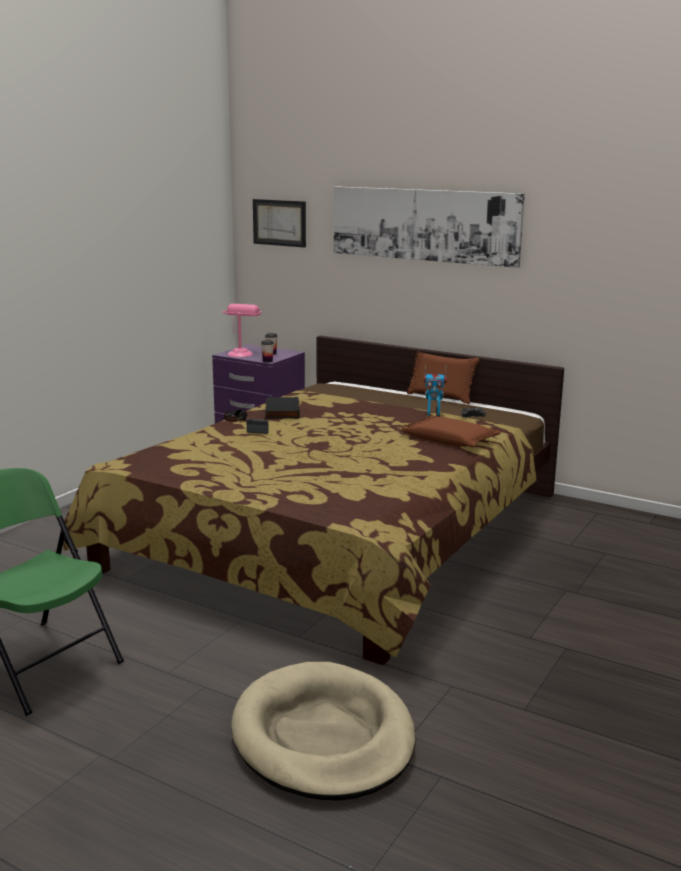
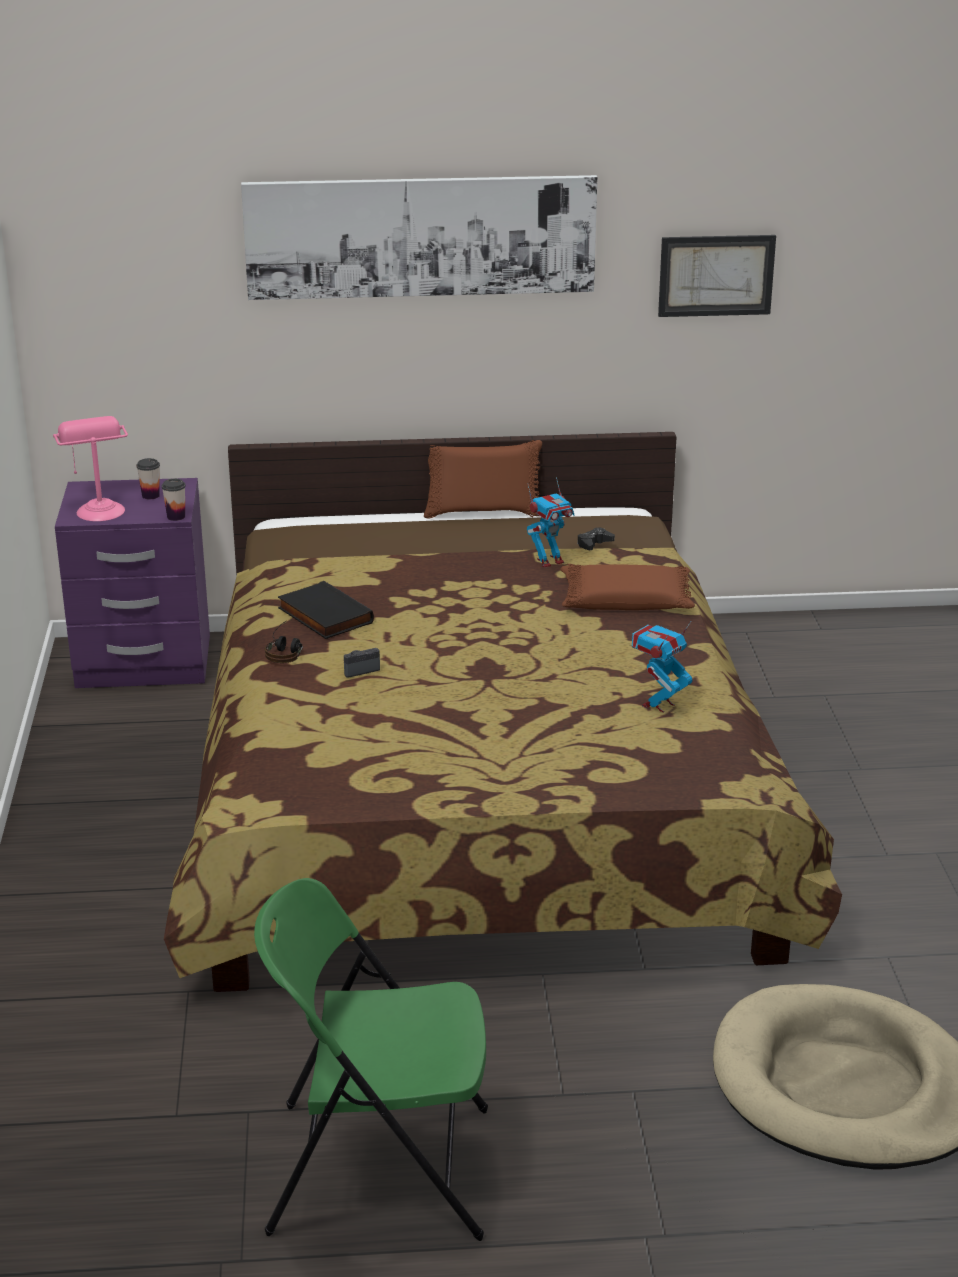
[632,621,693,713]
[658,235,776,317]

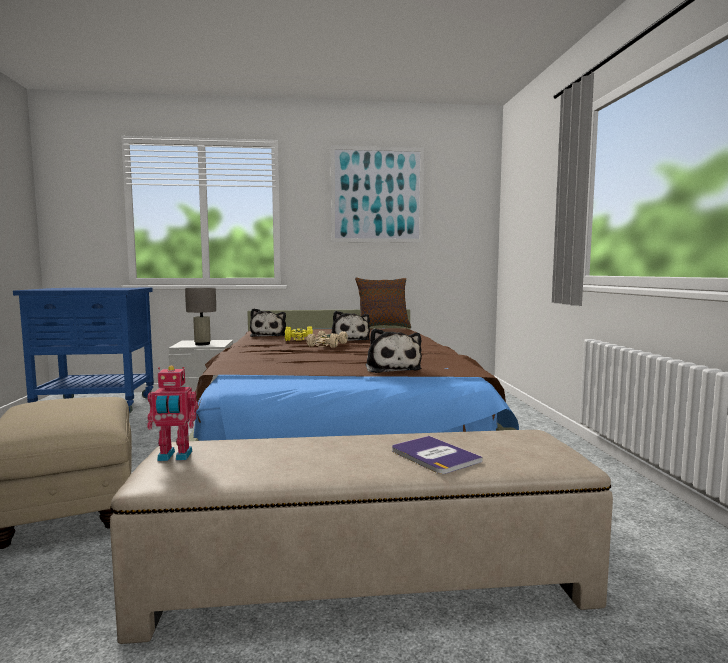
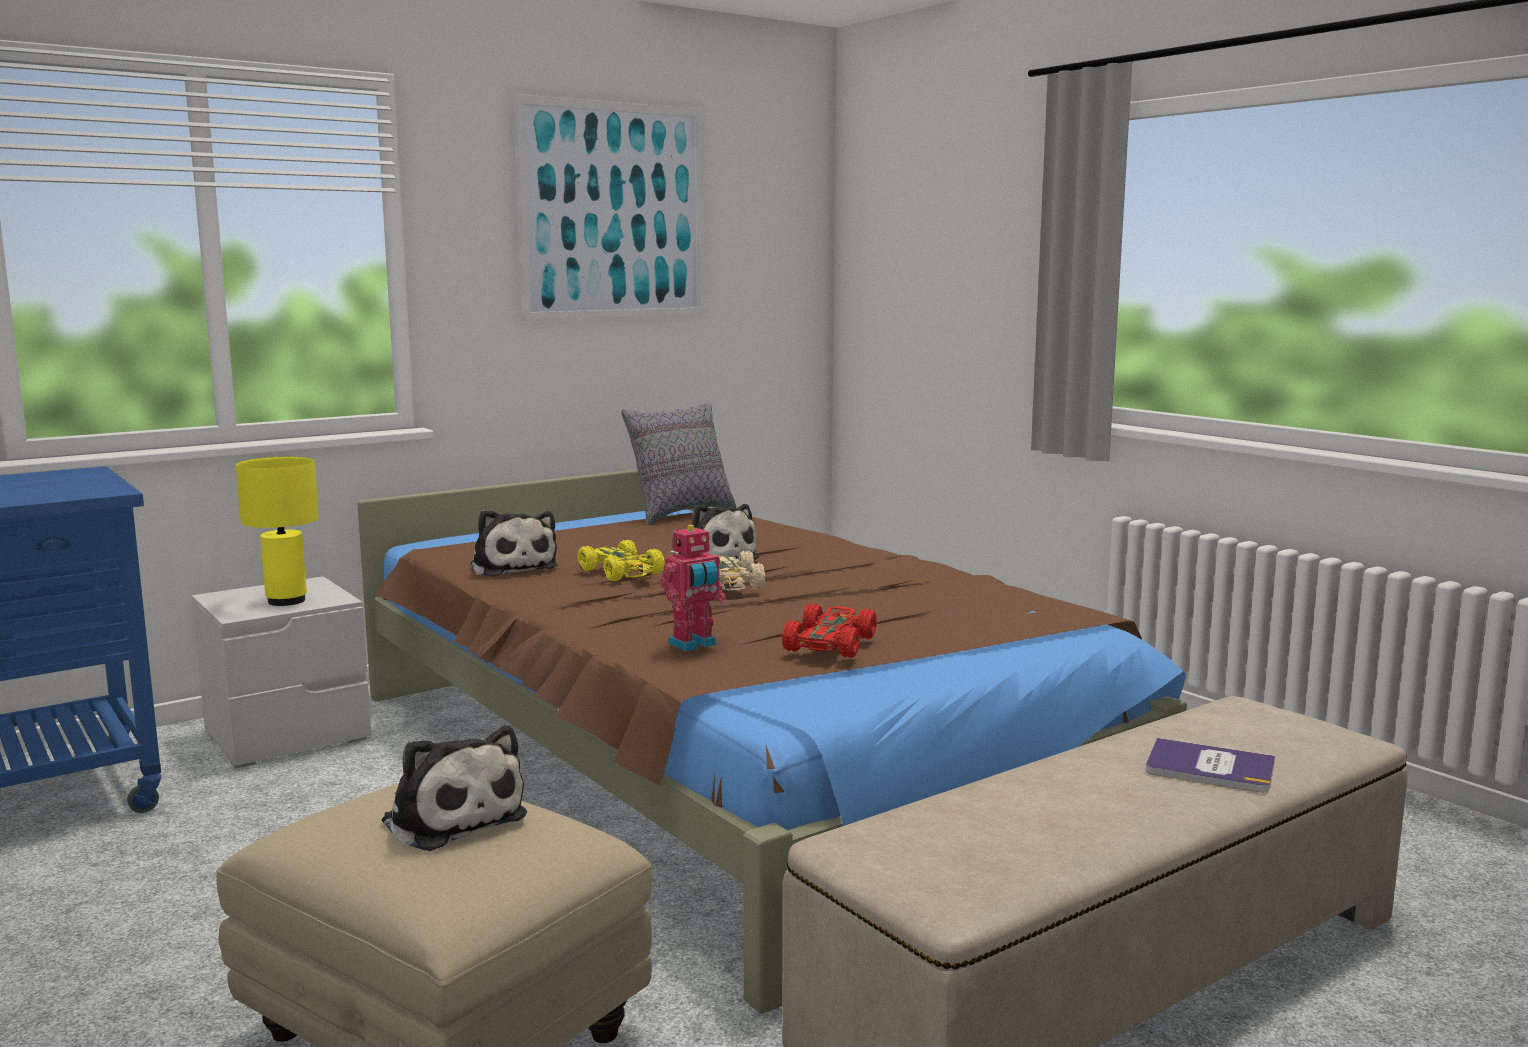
[236,457,318,606]
[382,726,527,851]
[621,402,736,525]
[660,525,726,651]
[782,604,877,658]

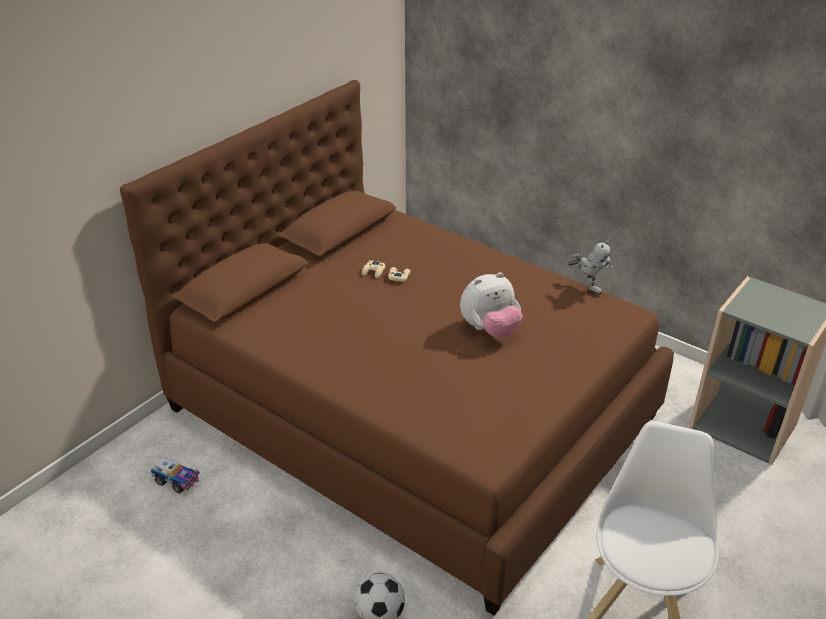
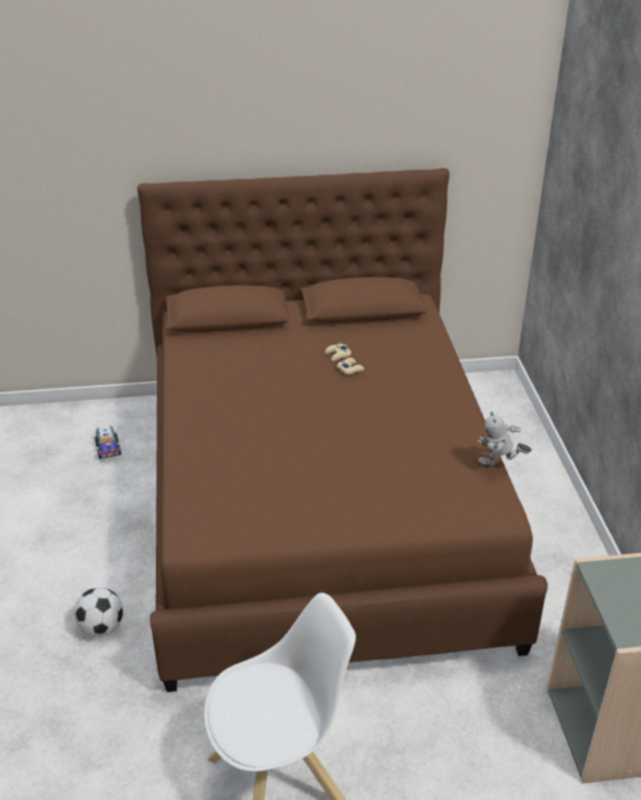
[477,411,532,467]
[460,272,523,338] (first image)

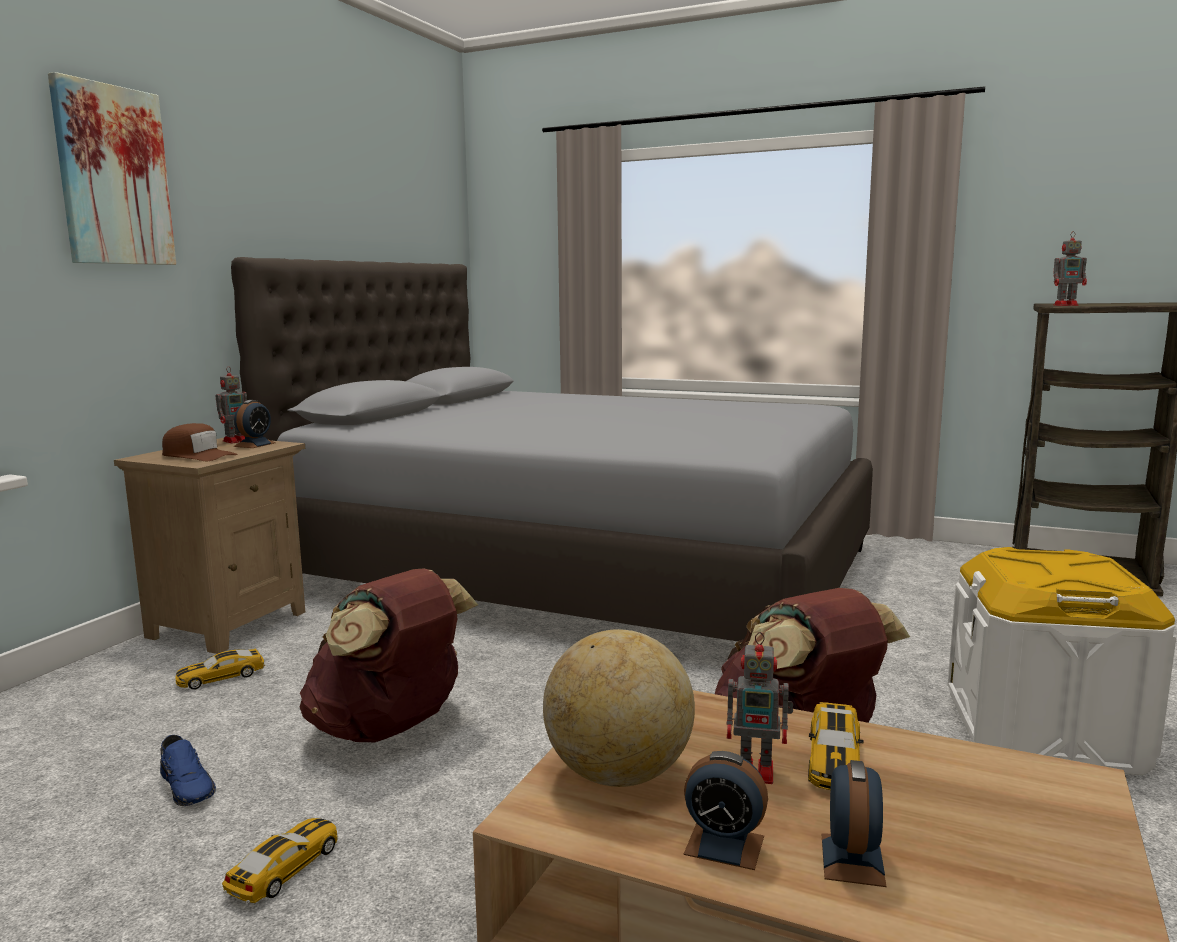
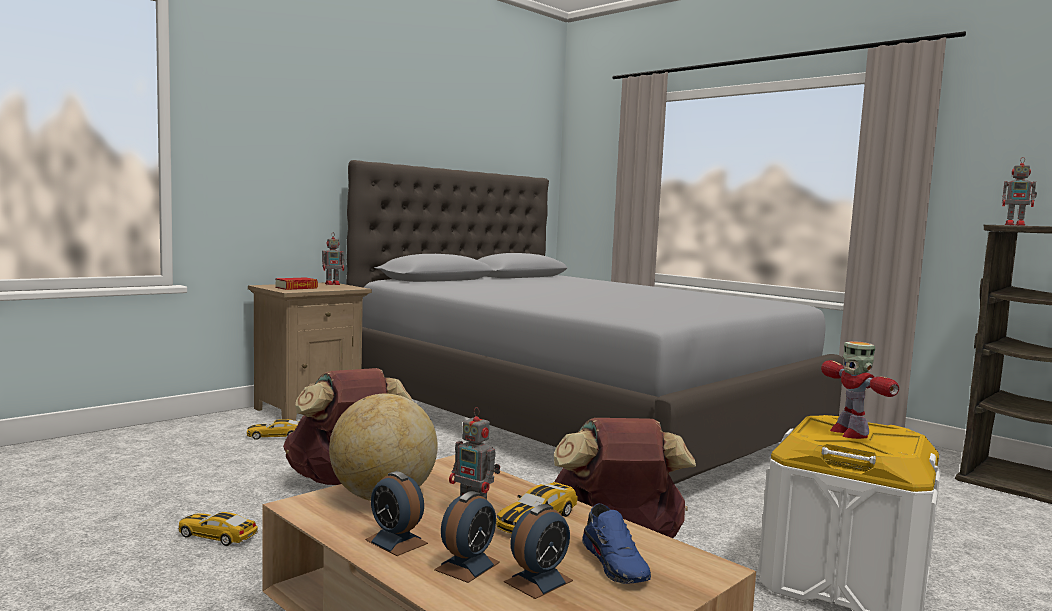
[179,512,258,546]
[275,277,318,290]
[504,504,573,599]
[582,503,651,584]
[821,341,899,439]
[48,72,176,265] (first image)

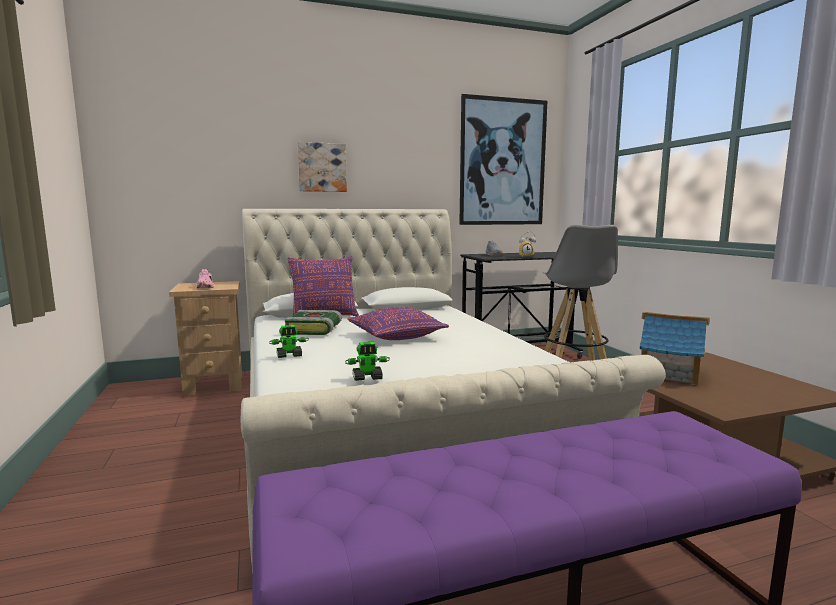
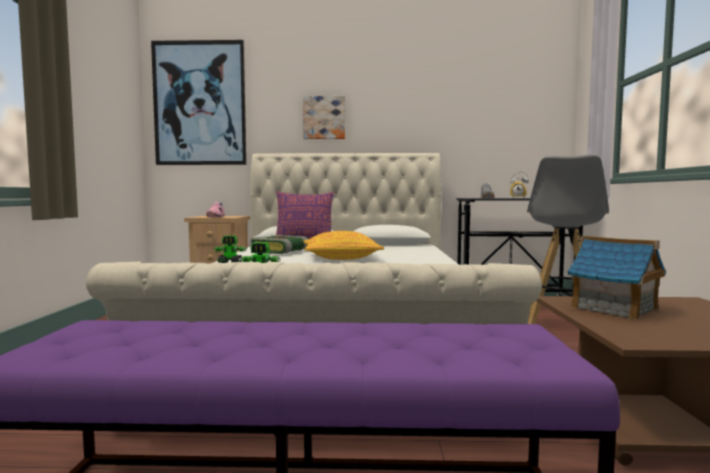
[151,40,246,165]
[304,231,384,260]

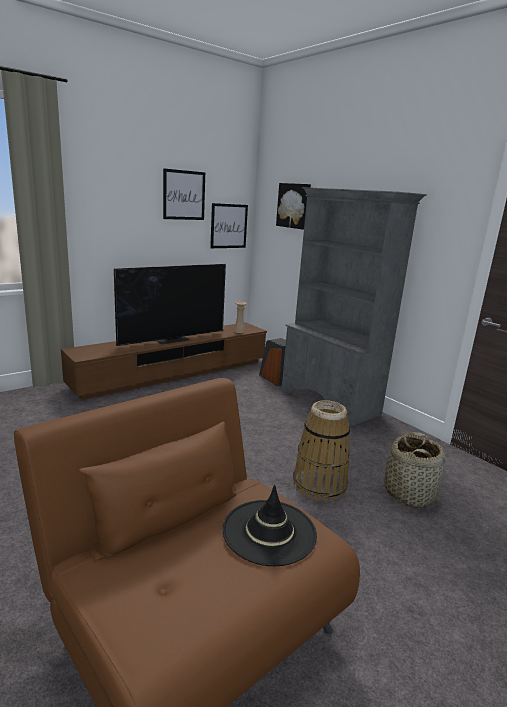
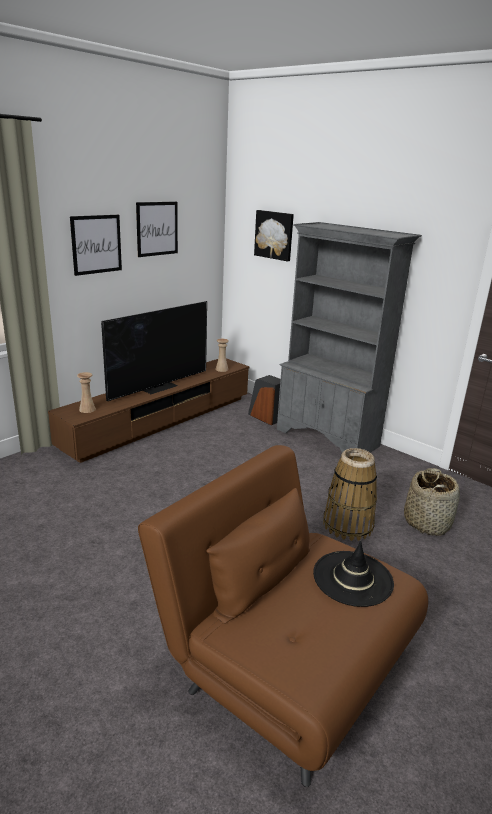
[70,215,122,276]
[77,372,96,413]

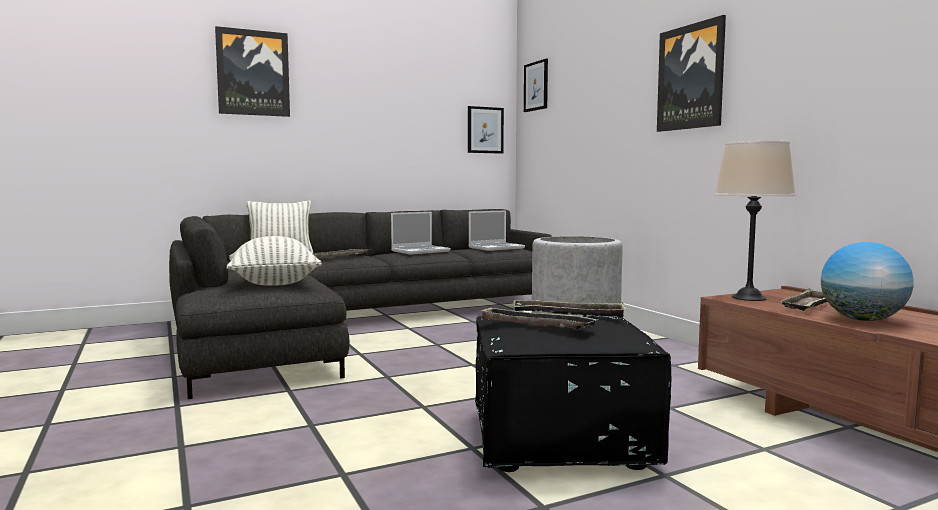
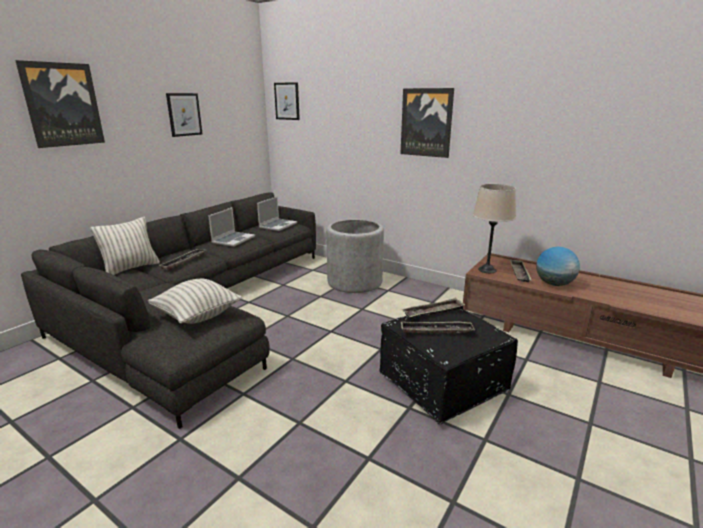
[166,93,202,137]

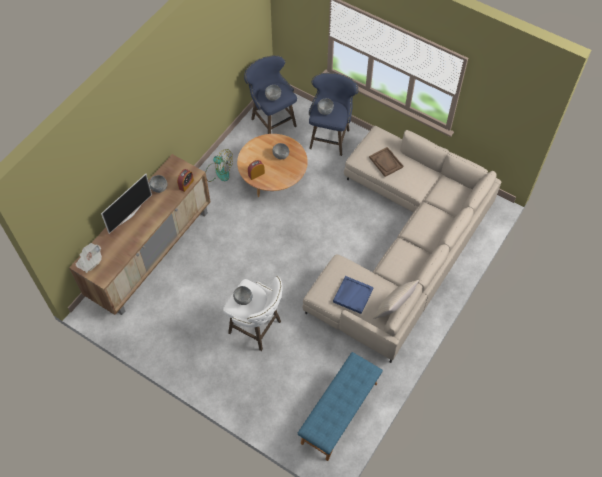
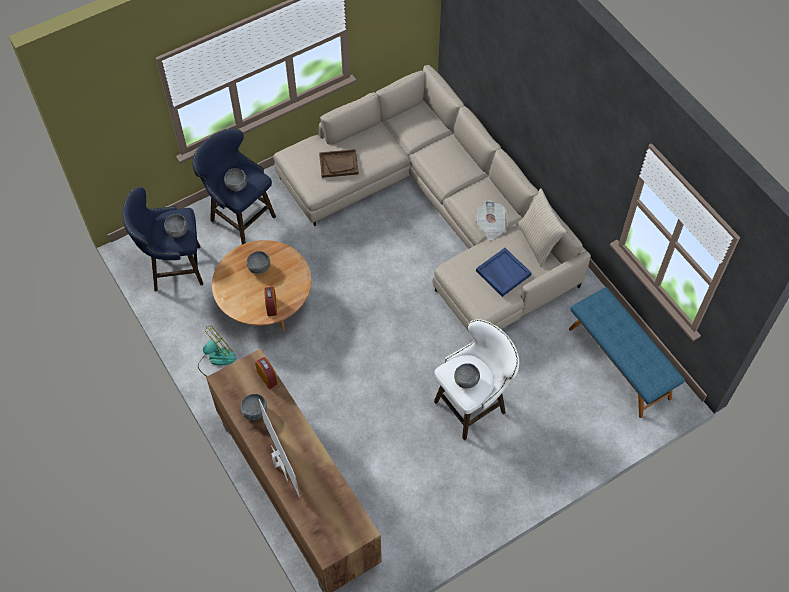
[476,200,507,240]

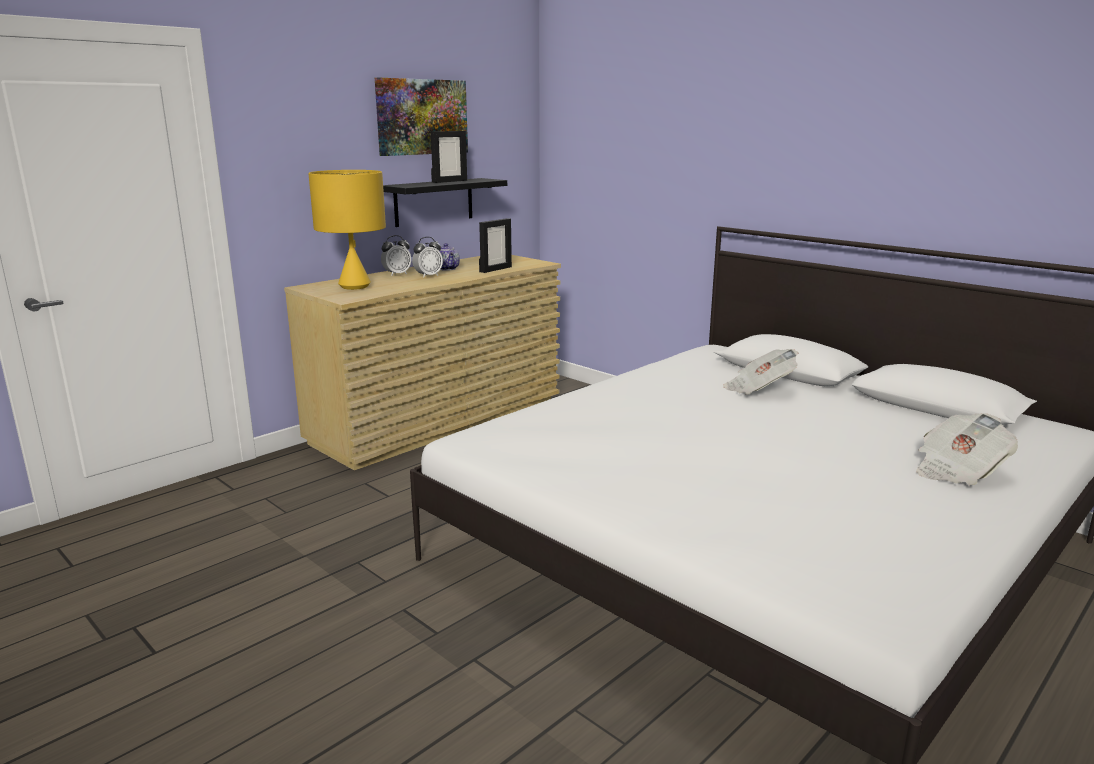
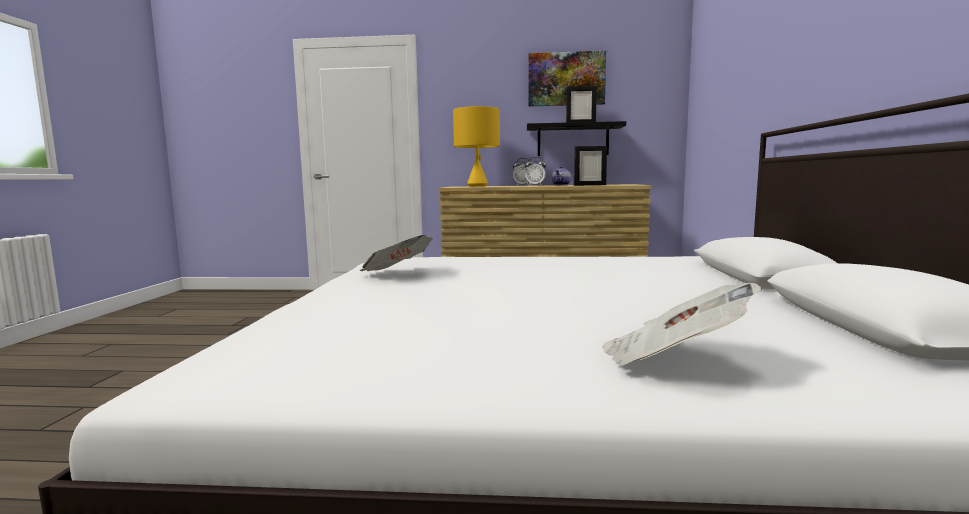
[360,235,433,271]

